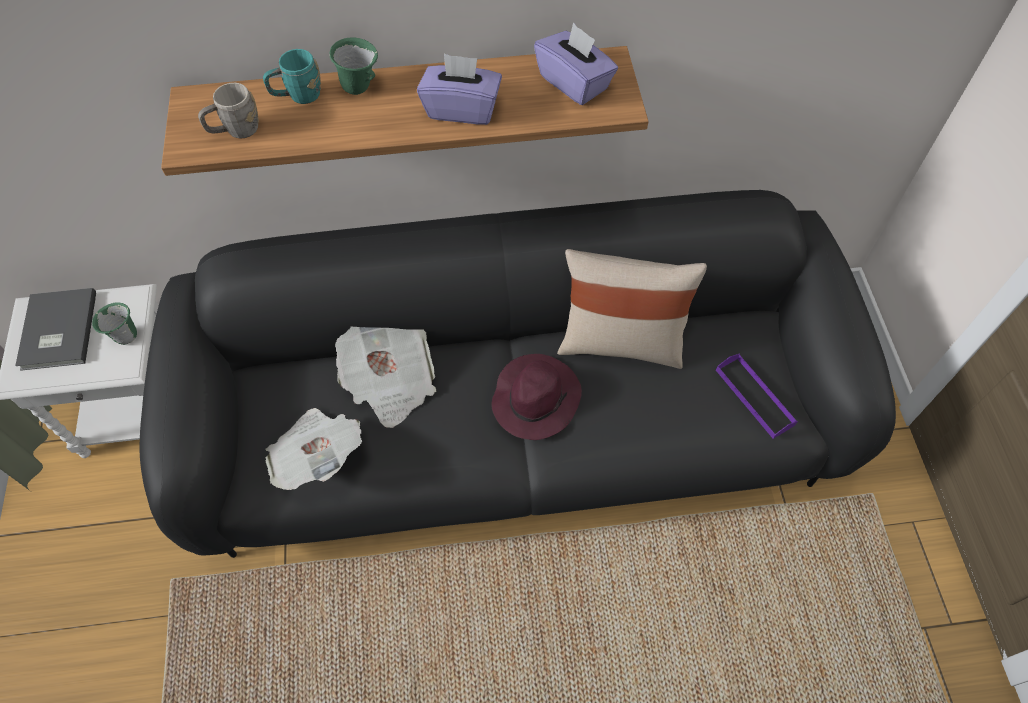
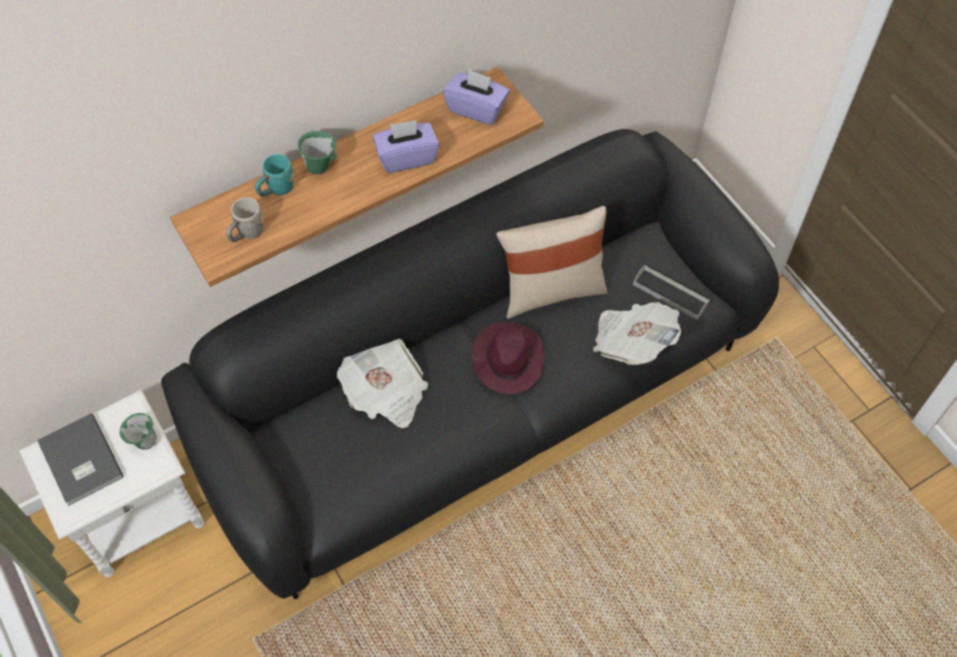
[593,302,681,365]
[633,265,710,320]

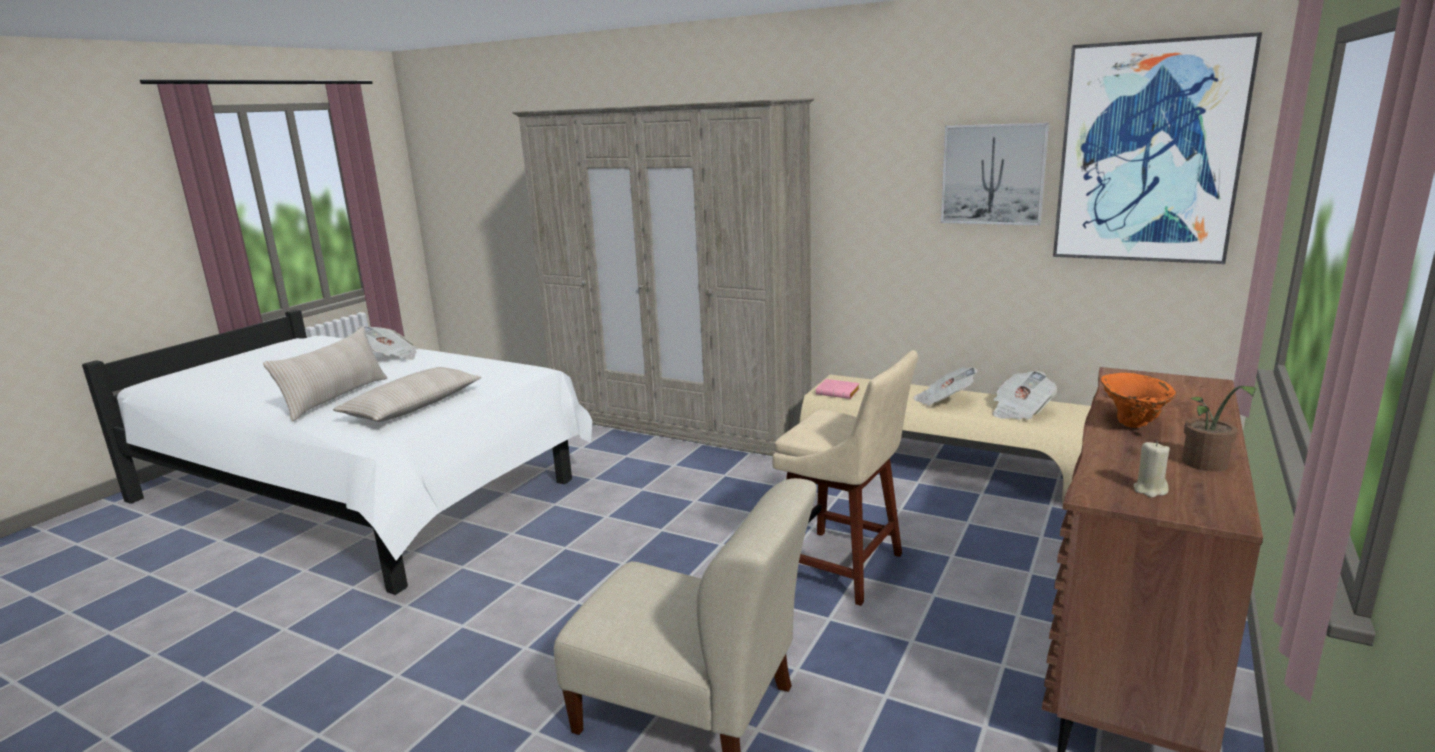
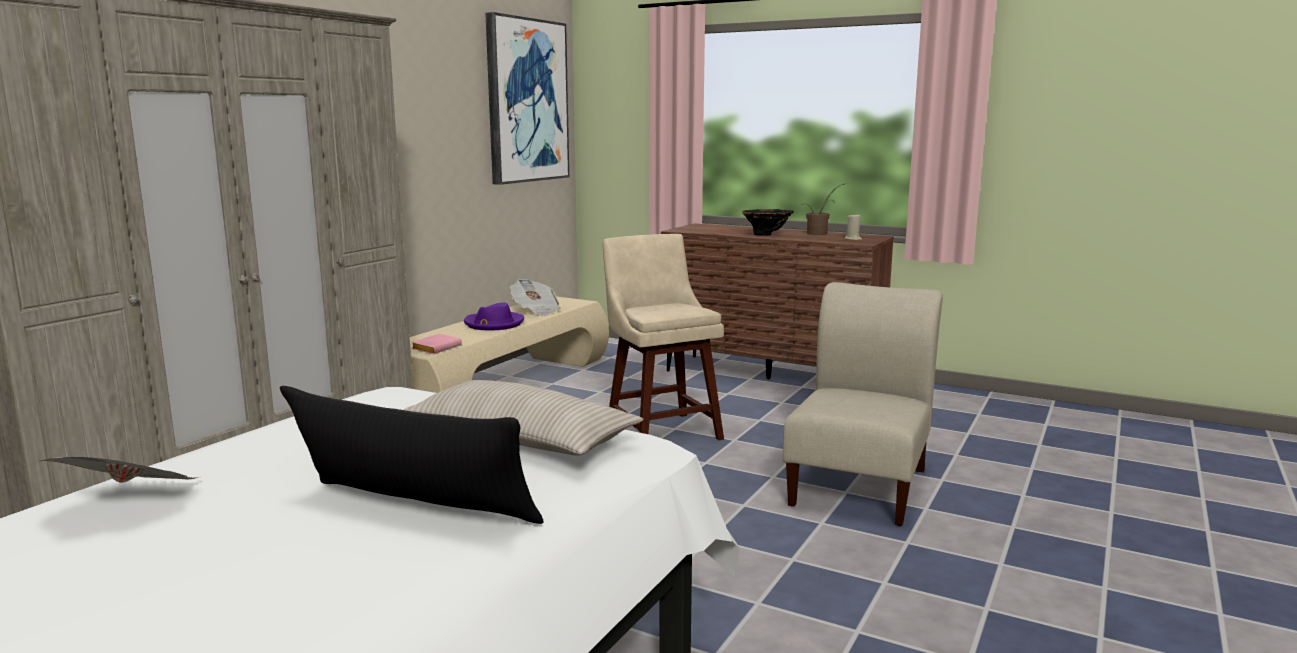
[280,386,544,524]
[464,302,524,330]
[603,234,724,440]
[742,209,794,236]
[941,123,1049,226] (first image)

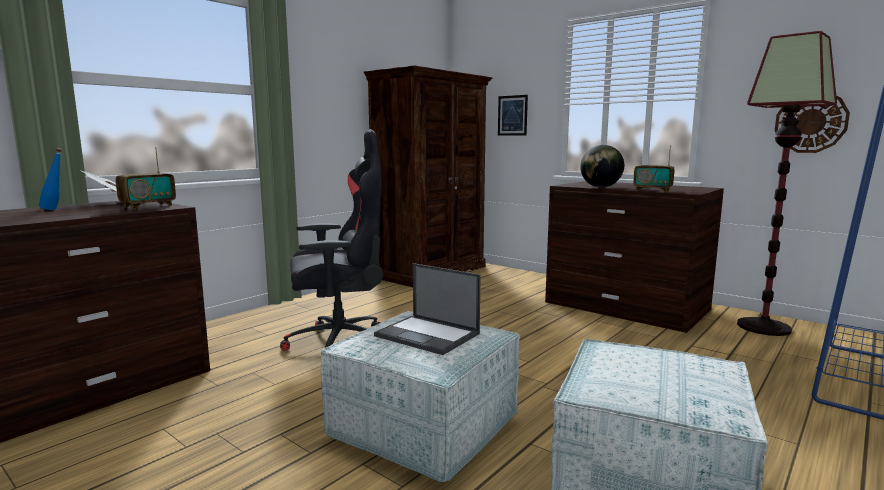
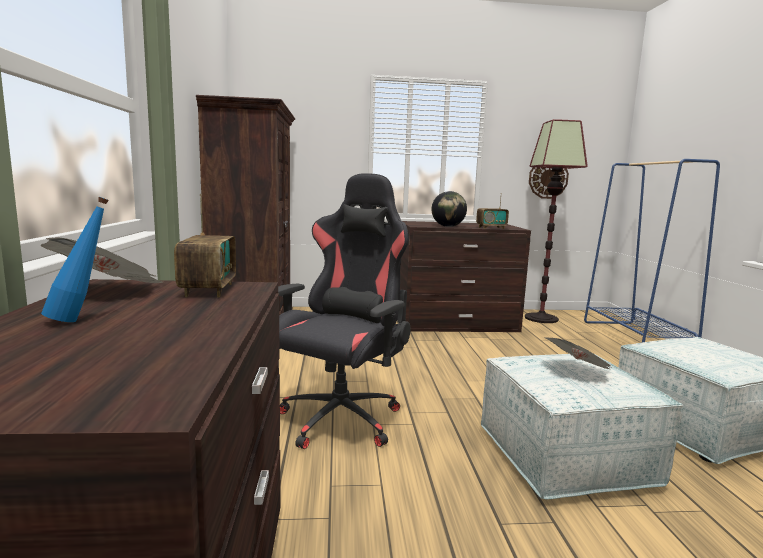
[544,337,611,369]
[498,95,528,136] (first image)

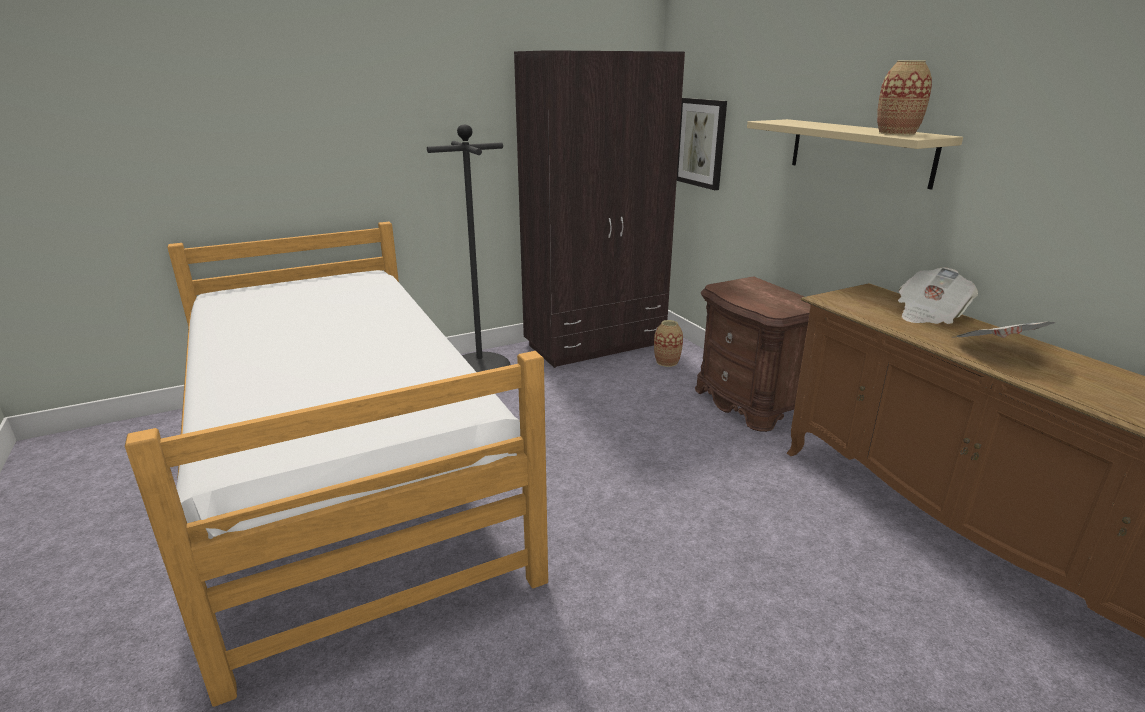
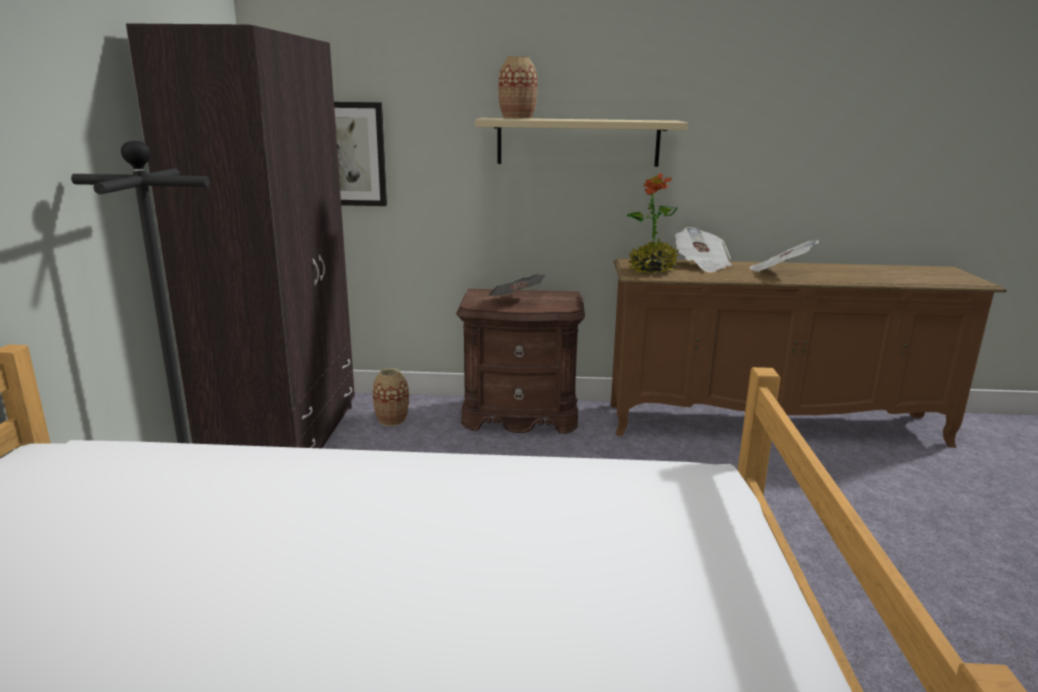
[488,274,545,296]
[498,56,537,119]
[626,173,679,274]

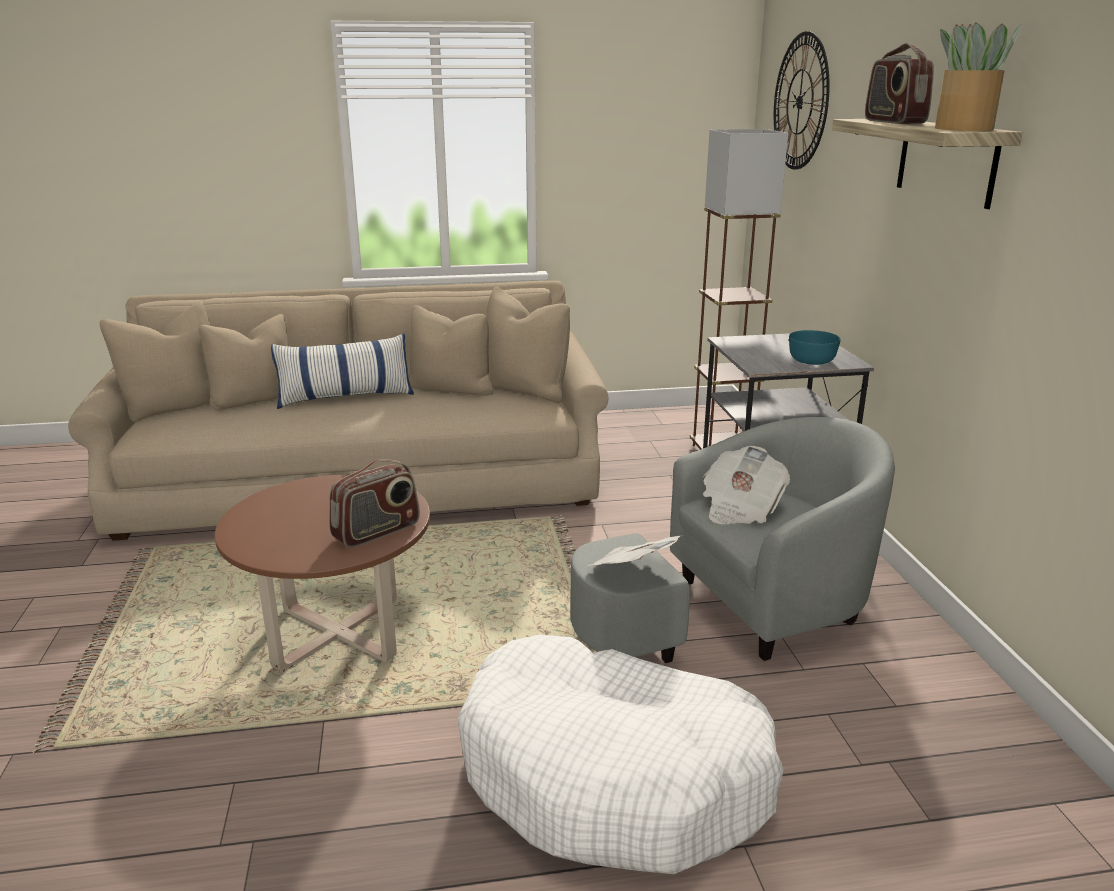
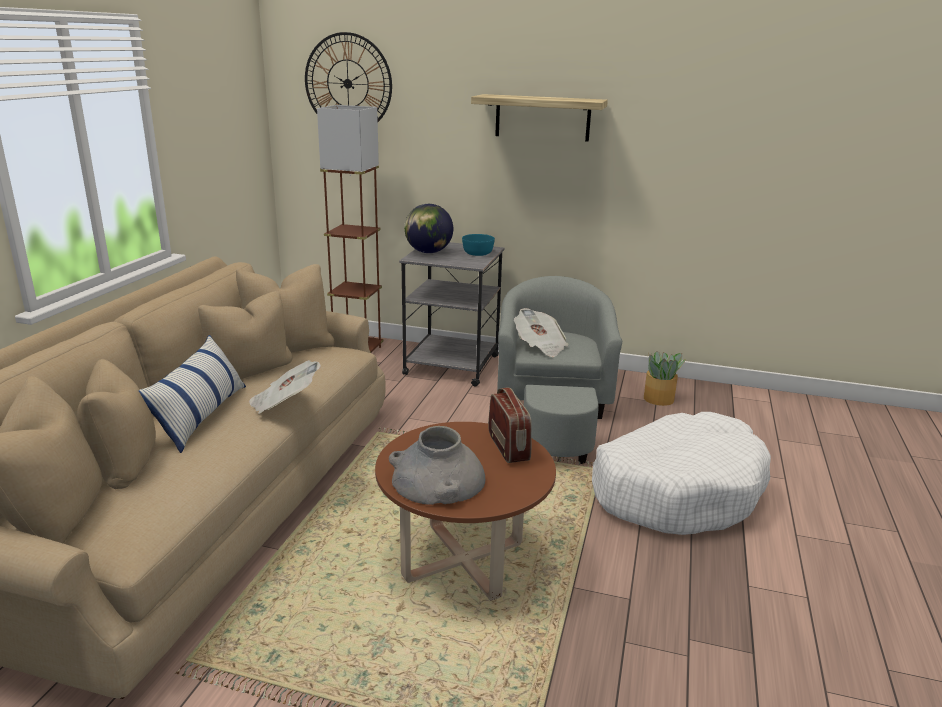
[249,360,321,414]
[389,426,485,505]
[404,204,453,253]
[644,351,686,406]
[865,43,934,124] (first image)

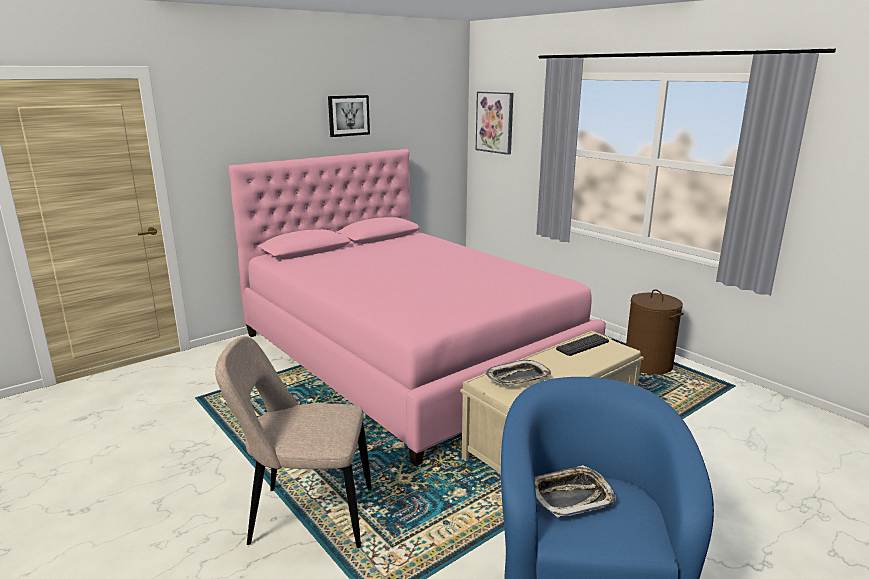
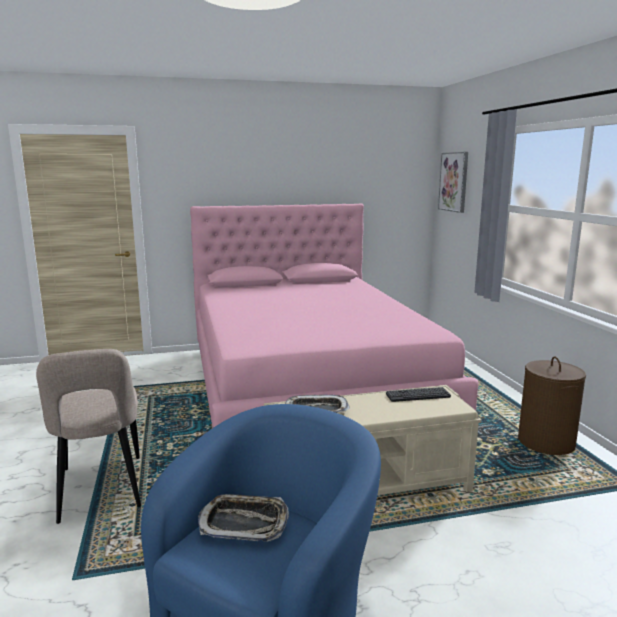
[36,349,141,524]
[328,95,370,137] (first image)

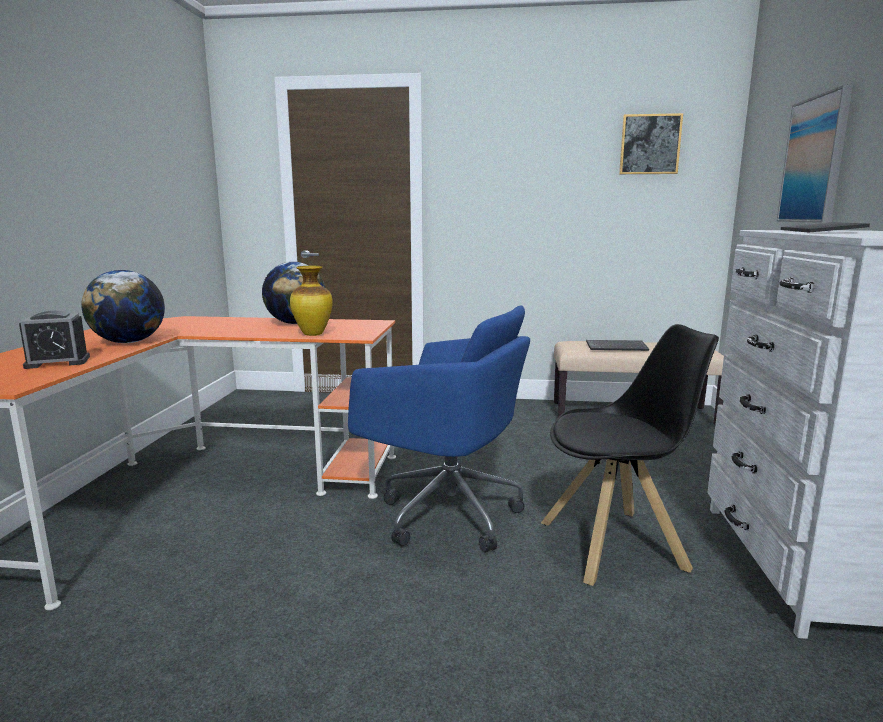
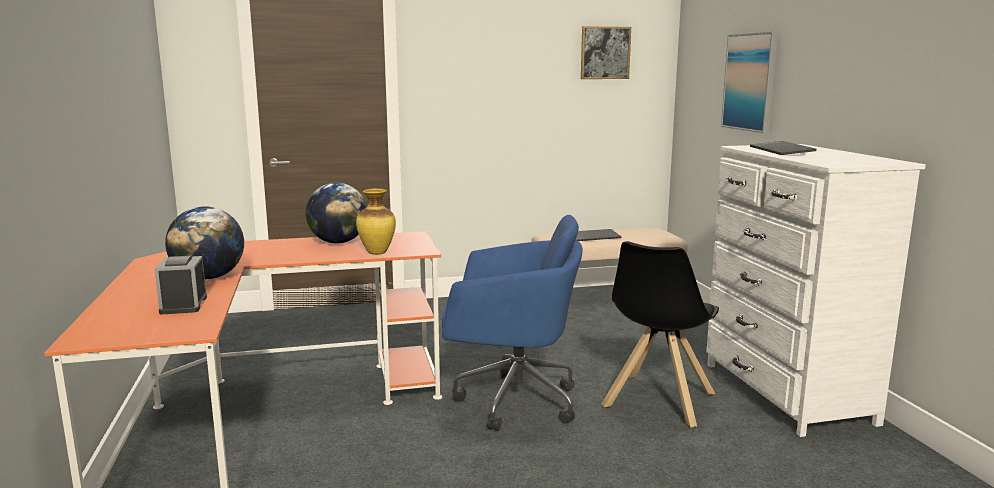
[154,256,207,314]
[601,241,719,428]

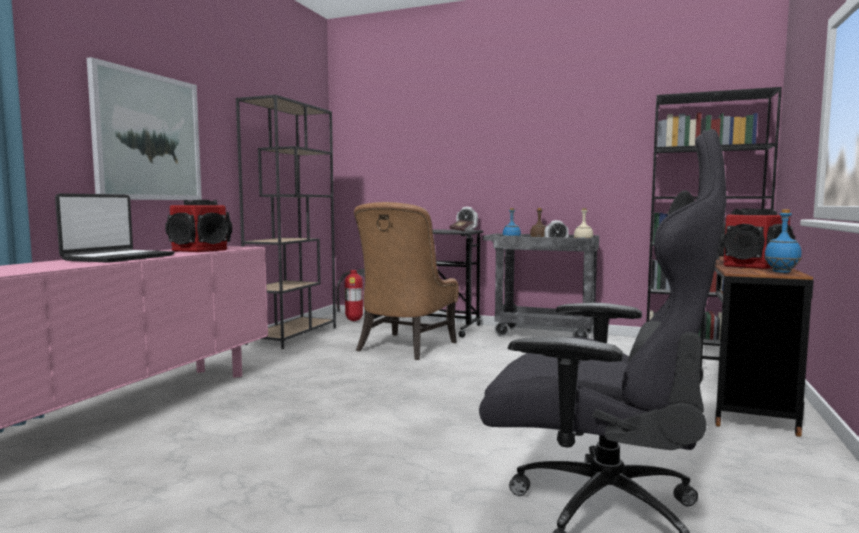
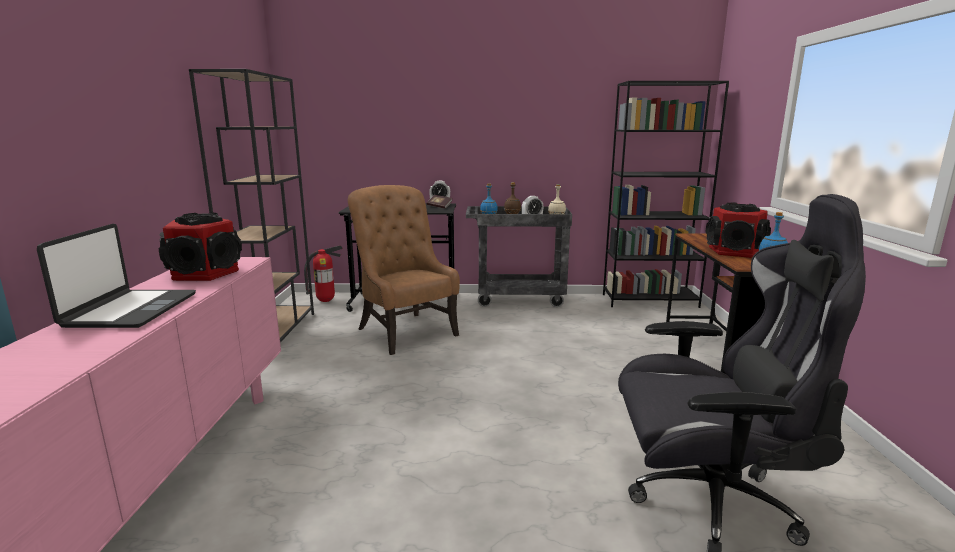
[348,185,460,355]
[87,57,202,200] (first image)

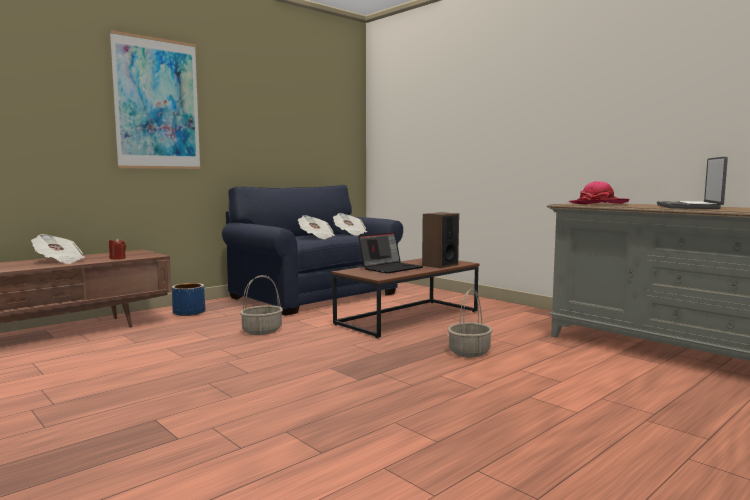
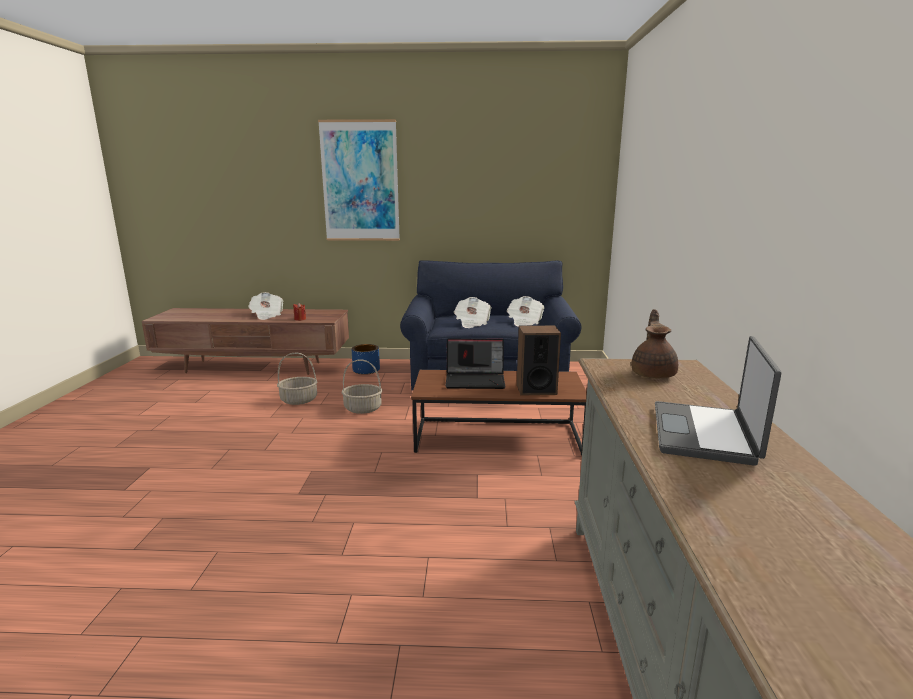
[277,352,317,405]
[631,309,678,379]
[655,336,781,466]

